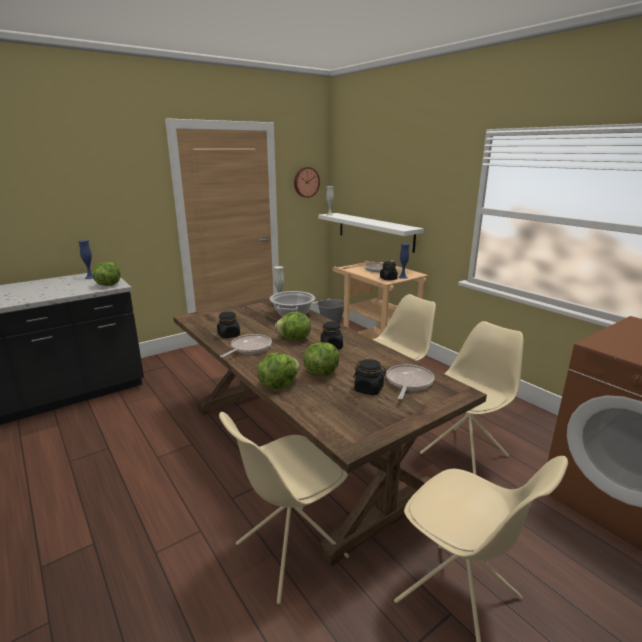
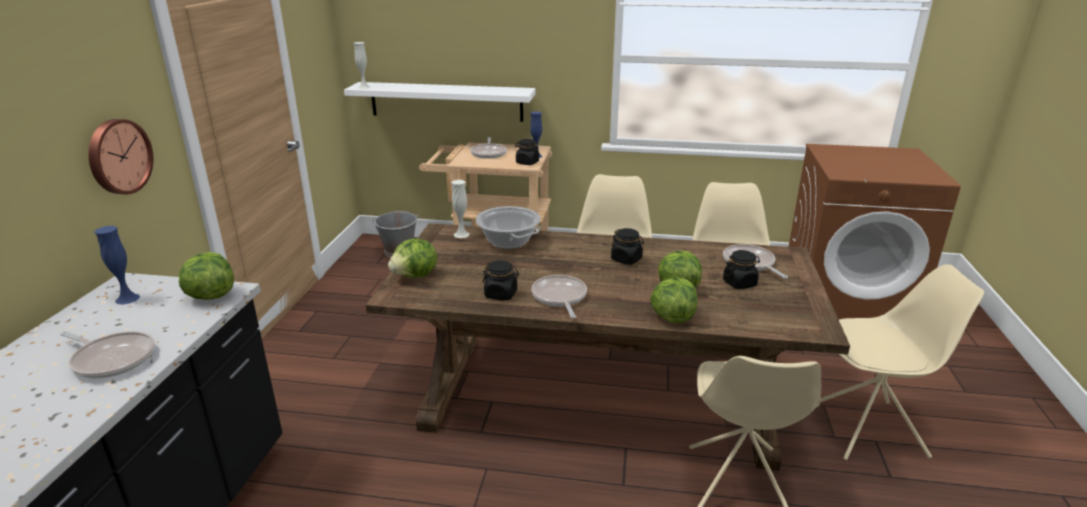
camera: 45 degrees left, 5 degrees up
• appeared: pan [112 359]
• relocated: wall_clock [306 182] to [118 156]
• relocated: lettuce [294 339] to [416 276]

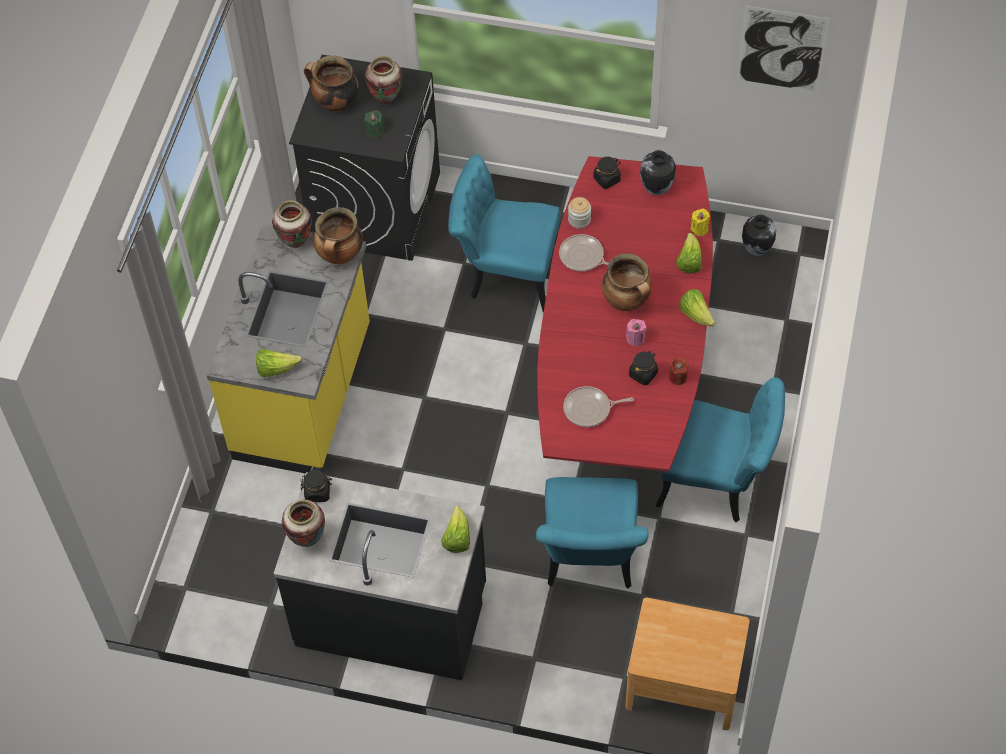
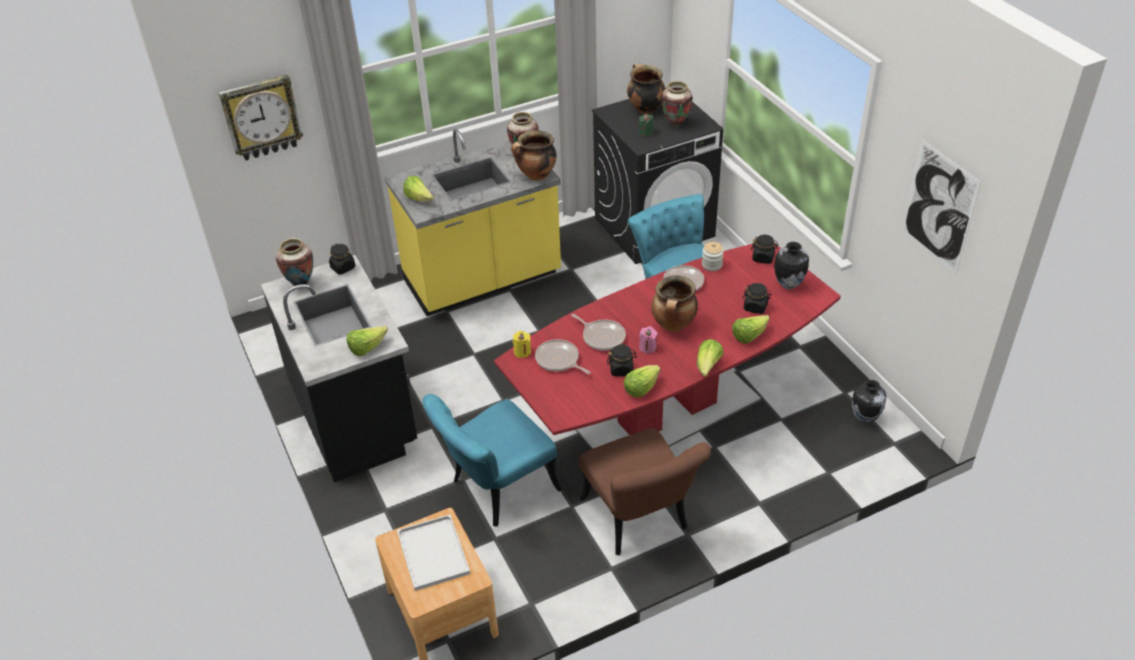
camera: 50 degrees right, 15 degrees down
• appeared: wall_clock [261 117]
• appeared: white-coloured_tray [432 552]
• relocated: yellowish_candle [699 228] to [522 352]
• appeared: pan [602 337]
• colour: turquoise-coloured_chair [718 482] to brownish_chair [639 521]
• exchanged: red_candle [678 377] to lettuce [641 389]
• appeared: black-coloured_preserve_jar [755 307]

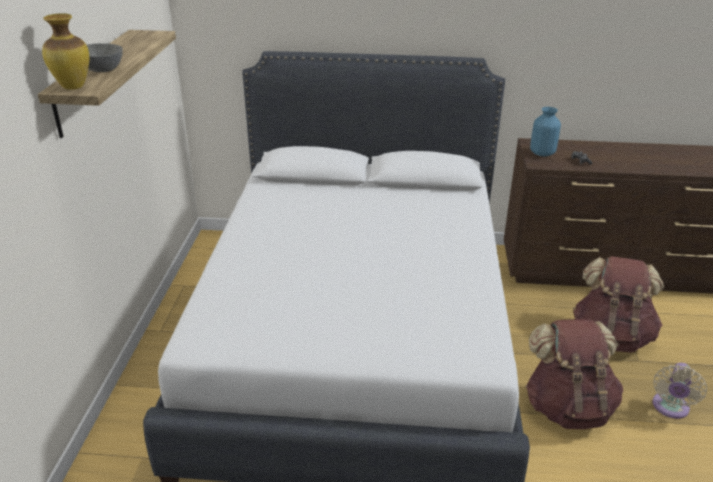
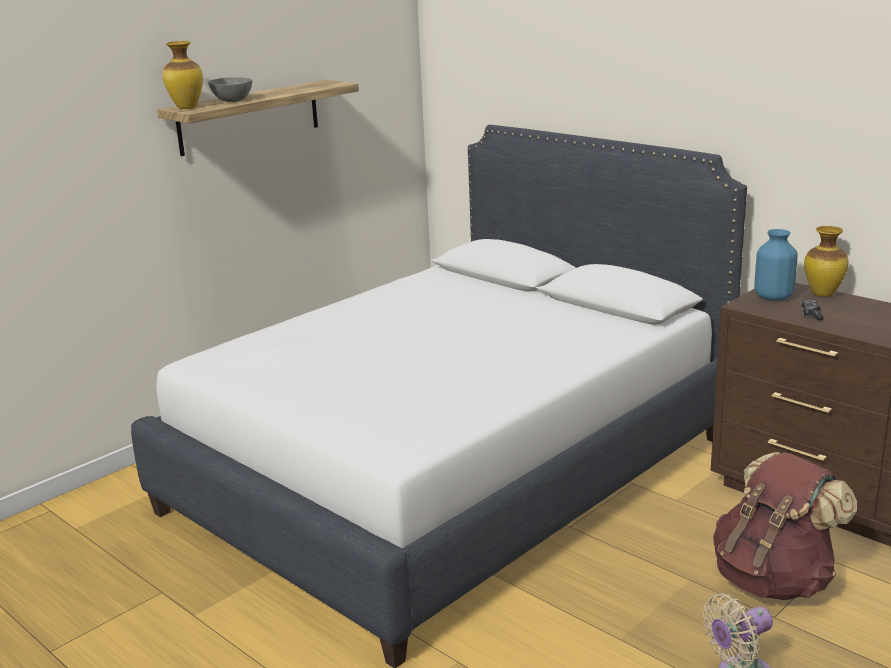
camera: 40 degrees right, 10 degrees down
• appeared: flower_vase [823 294]
• missing: brownish_rucksack [567 407]

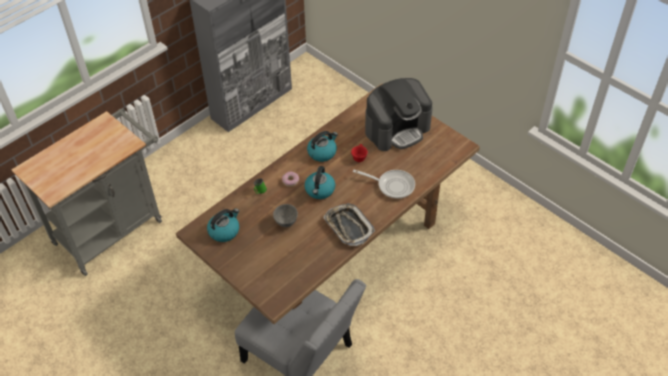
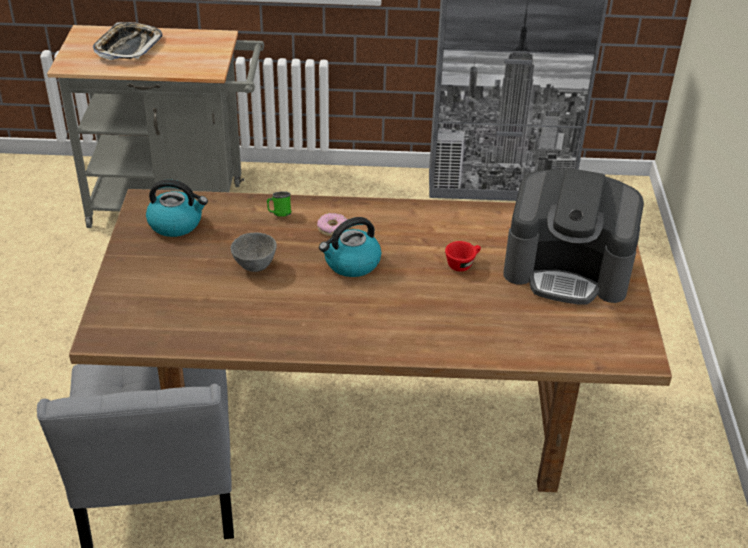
camera: 45 degrees right, 10 degrees down
• relocated: tray [348 227] to [128 46]
• missing: water_kettle [322 152]
• missing: pan [392 185]

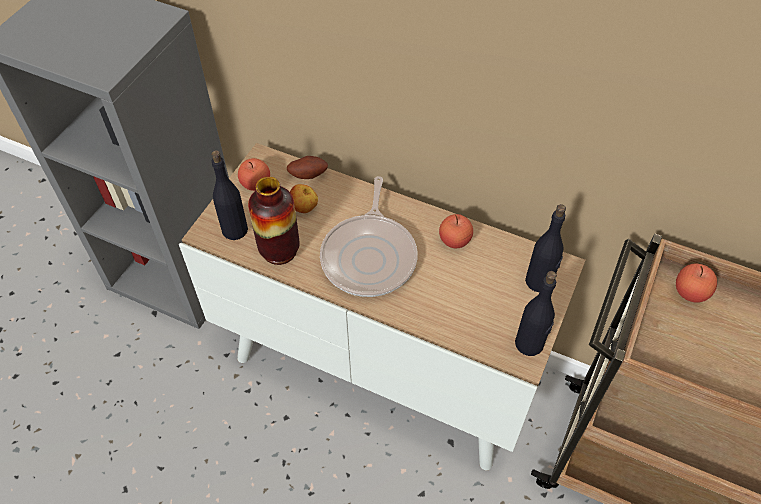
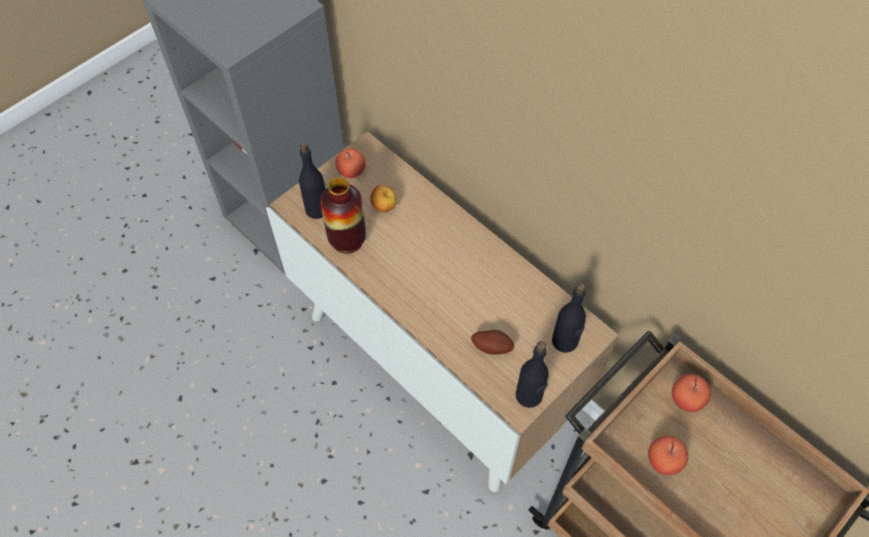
camera: 20 degrees right, 5 degrees up
• relocated: spud [308 174] to [492 346]
• relocated: whole_apple [454 240] to [664 460]
• missing: pan [370 256]

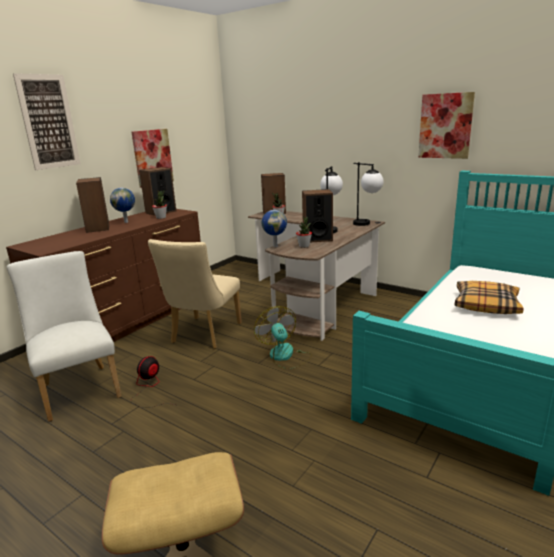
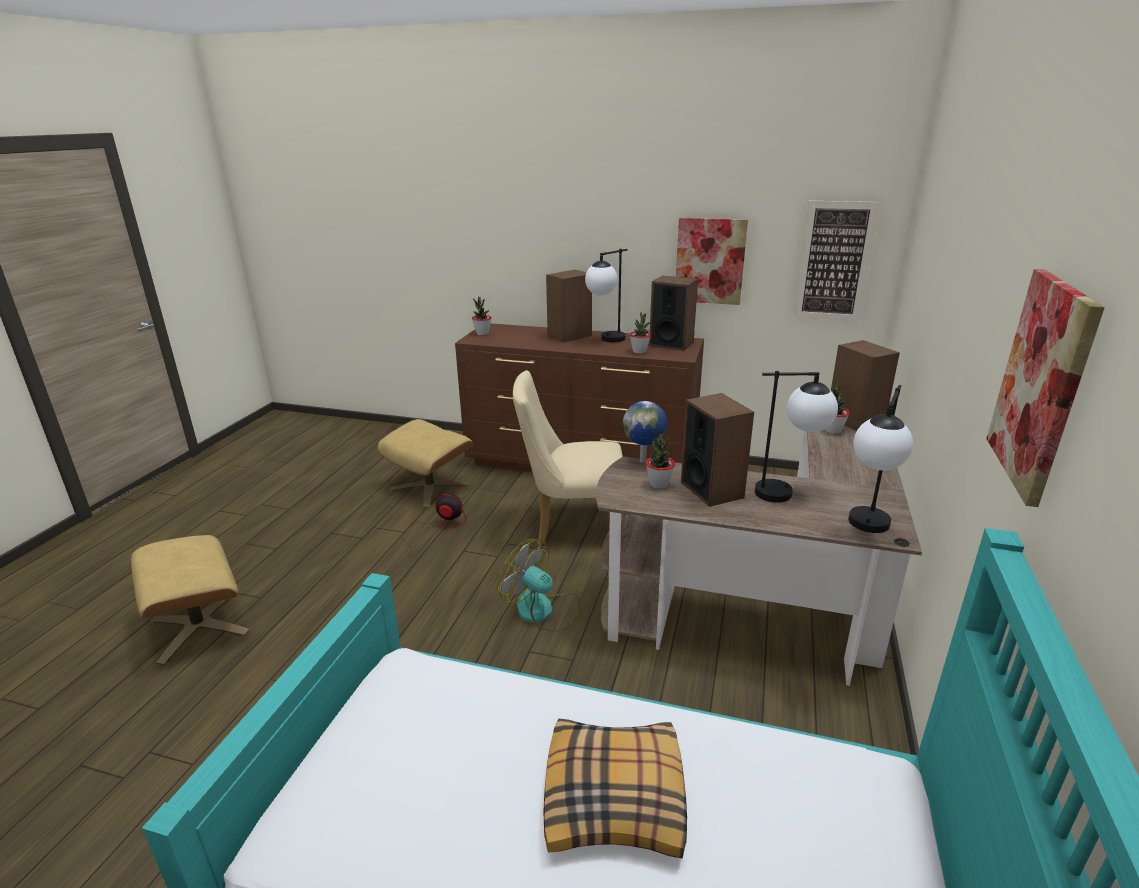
camera: 70 degrees right, 5 degrees up
• exchanged: white-coloured_chair [79 388] to beige-coloured_ottoman [430 487]
• appeared: potted_plant [482 333]
• spun: cooling_fan [285 356] = [543 611] 105 degrees counterclockwise
• exchanged: globe [126 222] to tabletop_lamp [606 340]
• relocated: wall_art [48 122] to [834 262]

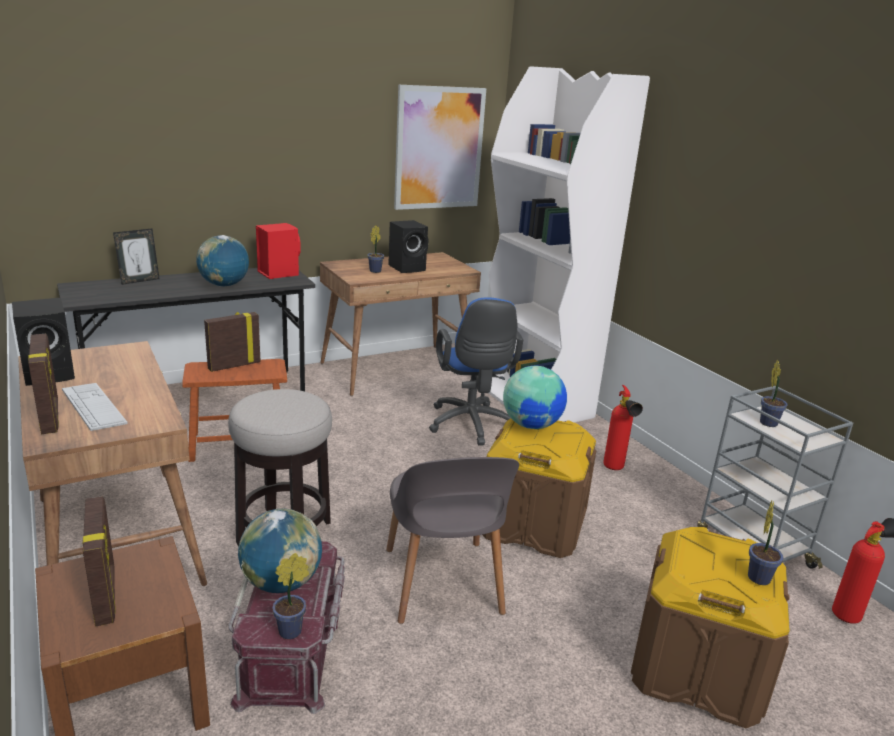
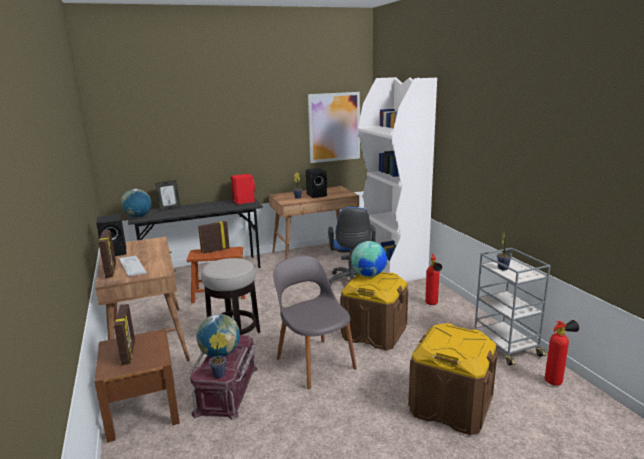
camera: 10 degrees right, 5 degrees down
• relocated: globe [224 285] to [138 217]
• spun: gray_chair [442 583] = [315 362] 150 degrees clockwise
• missing: potted_plant [759 576]

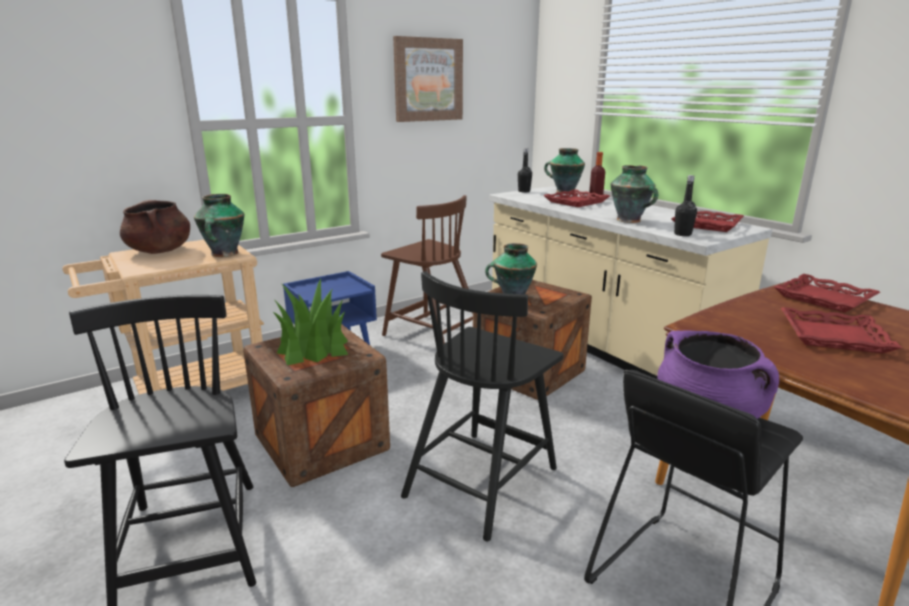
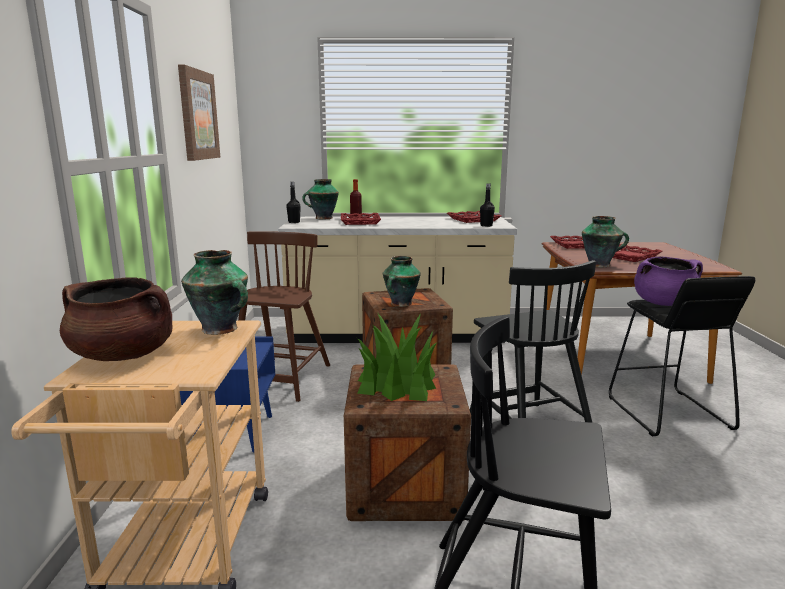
camera: 55 degrees left, 5 degrees down
• spun: brownish_chair [432 335] = [282 380] 60 degrees counterclockwise
• relocated: flower_vase [630 220] to [600 265]

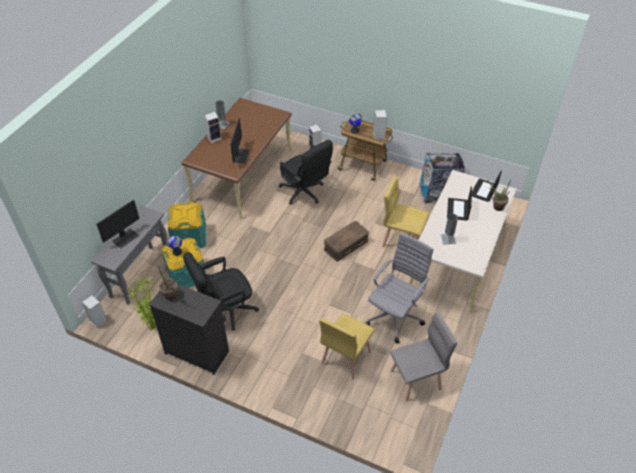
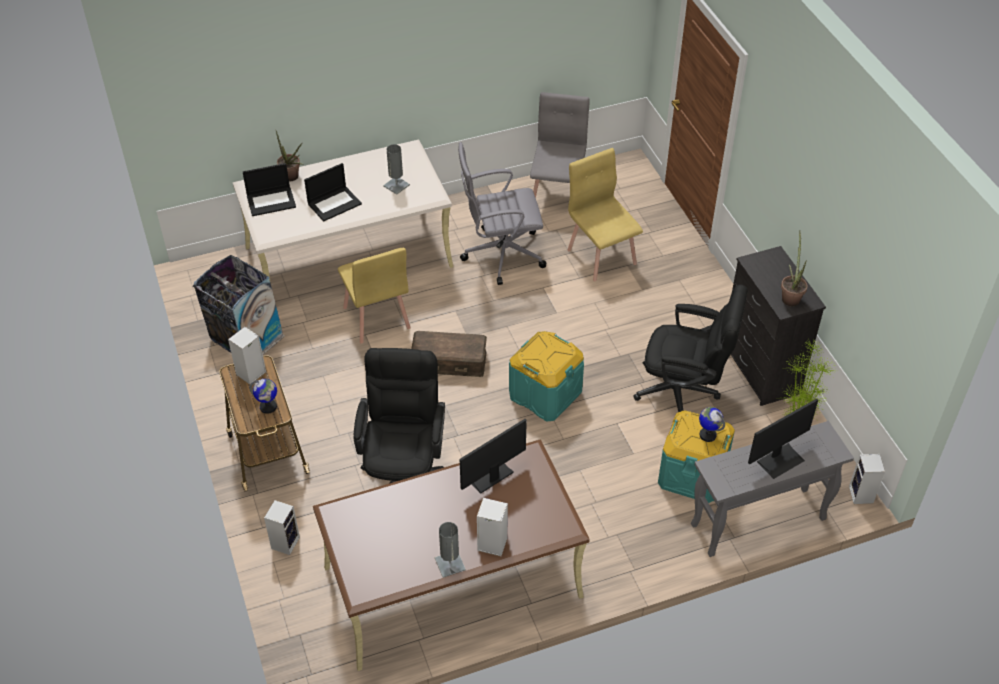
camera: 135 degrees left, 0 degrees up
• relocated: turquoise-coloured_storage_box [189 237] to [545 394]
• spun: gray_chair [416 380] = [557 196] 75 degrees clockwise
• spun: yellowish_chair [345 357] = [602 256] 105 degrees counterclockwise
• spun: monitor [125 238] = [780 460] 150 degrees clockwise

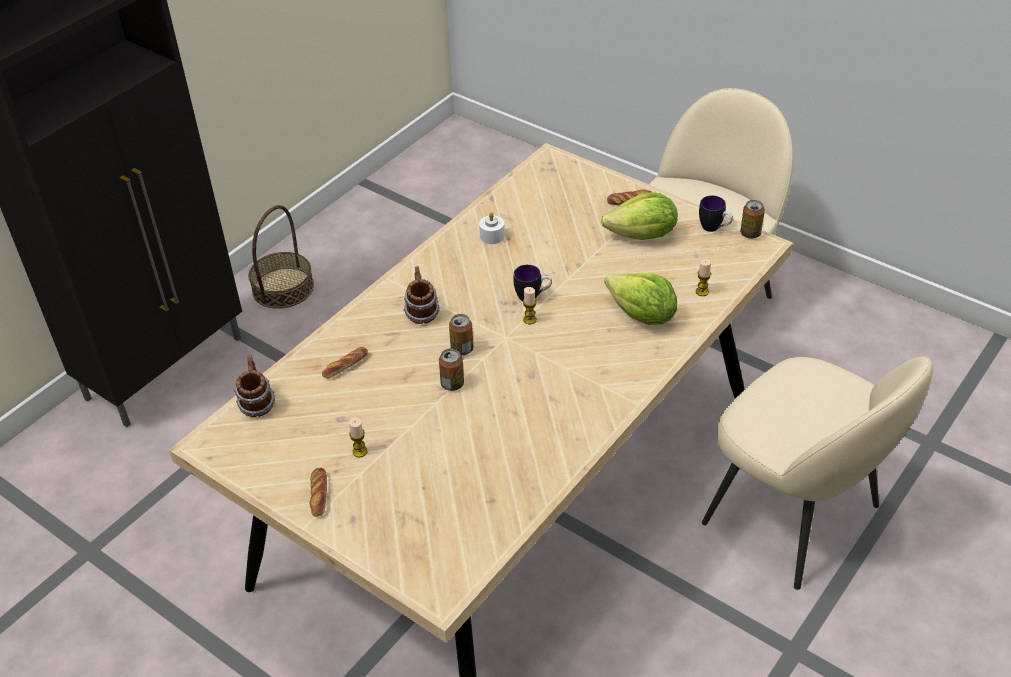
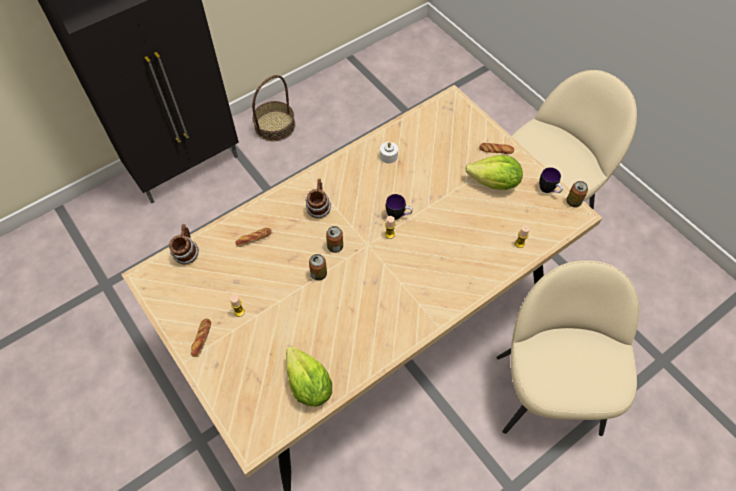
camera: 15 degrees right, 15 degrees up
• relocated: lettuce [641 316] to [309 385]
• spun: beige-coloured_chair [795 517] = [548 390] 150 degrees counterclockwise

